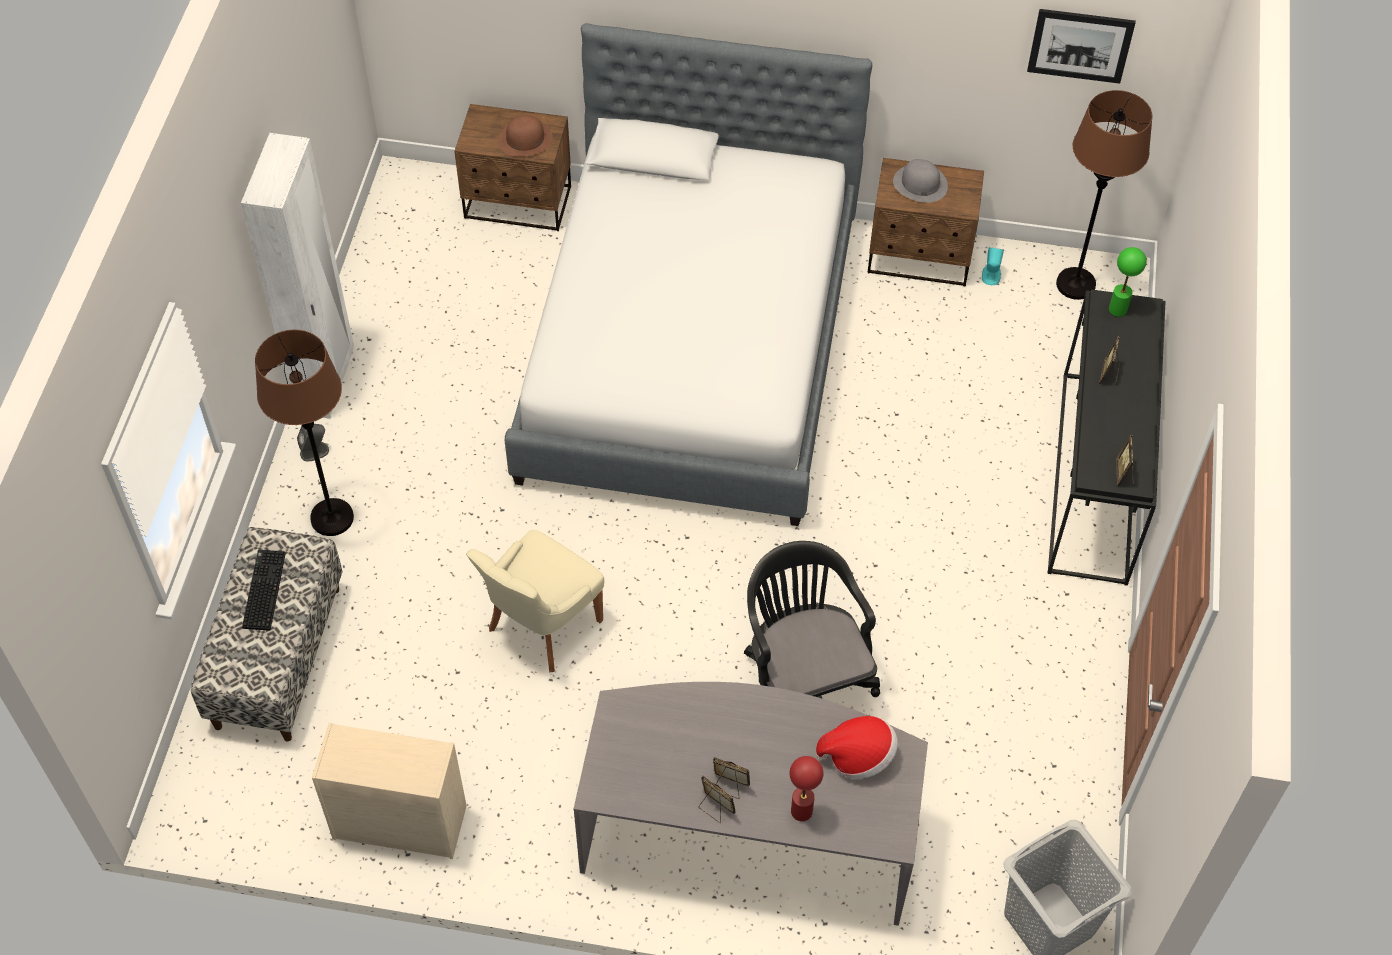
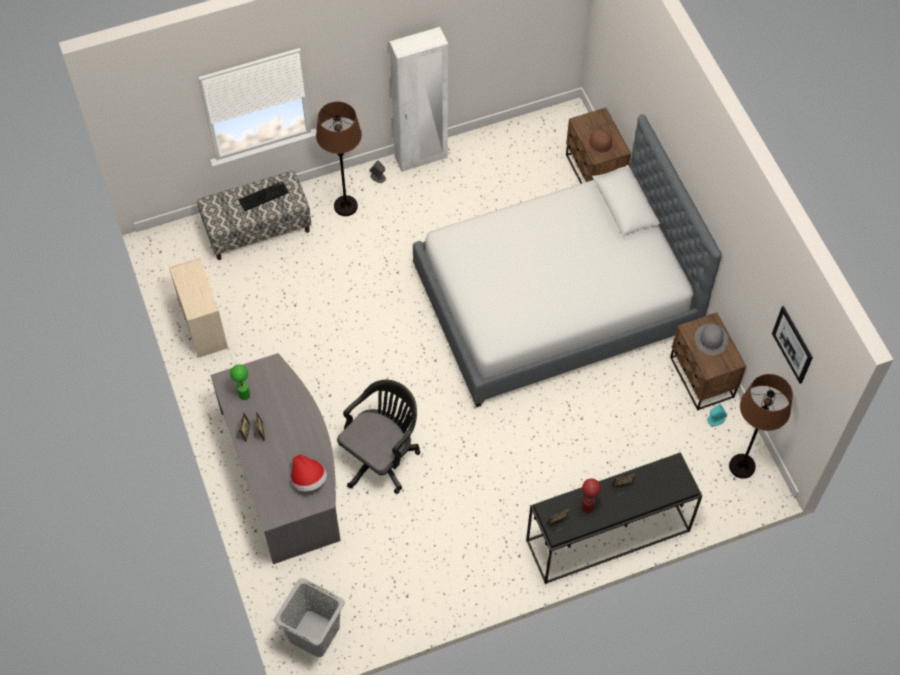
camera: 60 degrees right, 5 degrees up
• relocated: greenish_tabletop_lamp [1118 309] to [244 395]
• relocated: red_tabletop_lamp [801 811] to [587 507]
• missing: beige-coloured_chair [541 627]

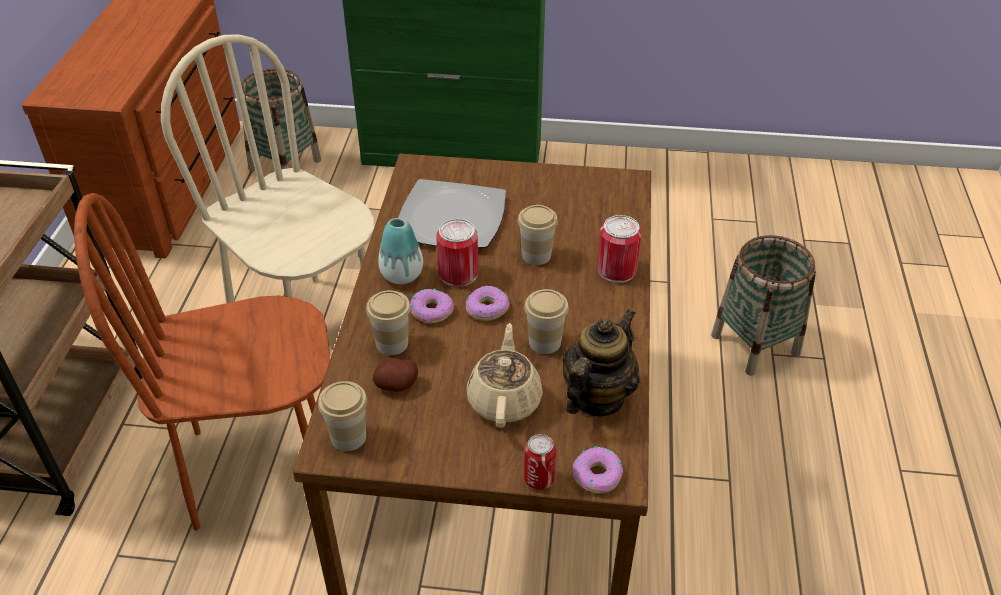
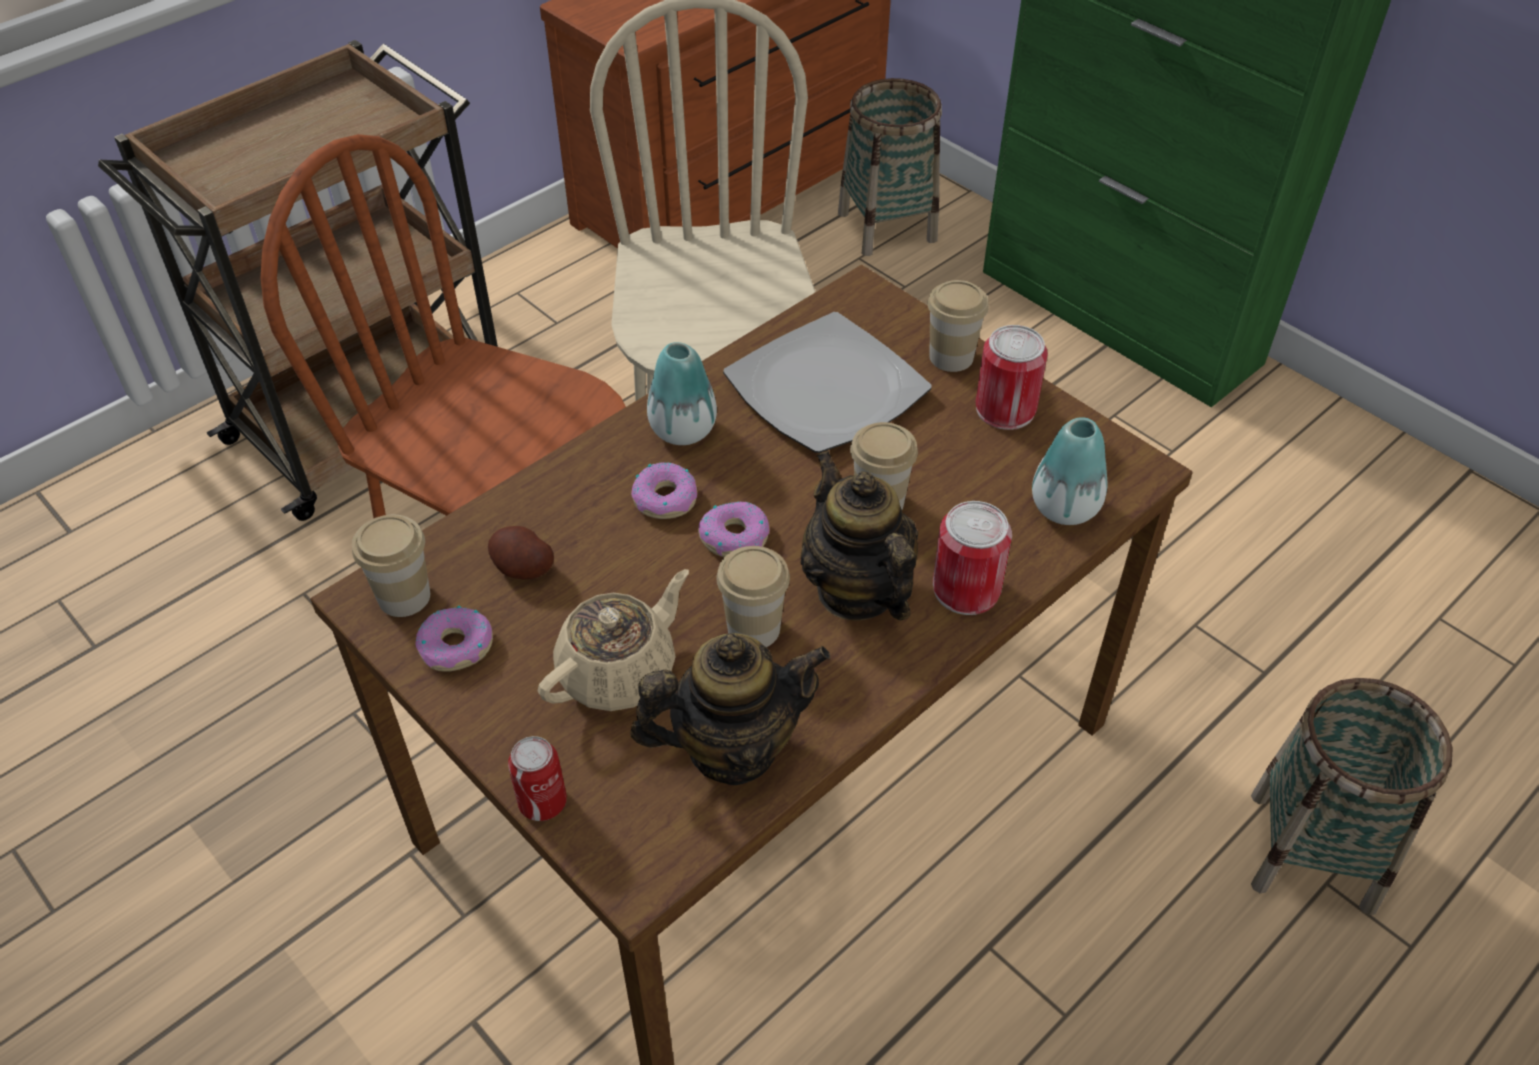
camera: 40 degrees right, 5 degrees up
• relocated: donut [597 475] to [456 646]
• appeared: pot_for_tea [856 590]
• relocated: drinking_cup [392 343] to [951 357]
• relocated: metal_can [458 274] to [1005 409]
• appeared: flower_vase [1064 508]

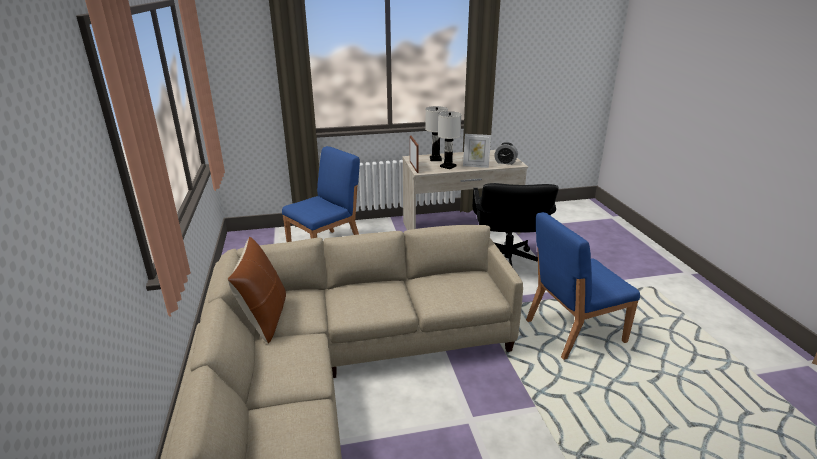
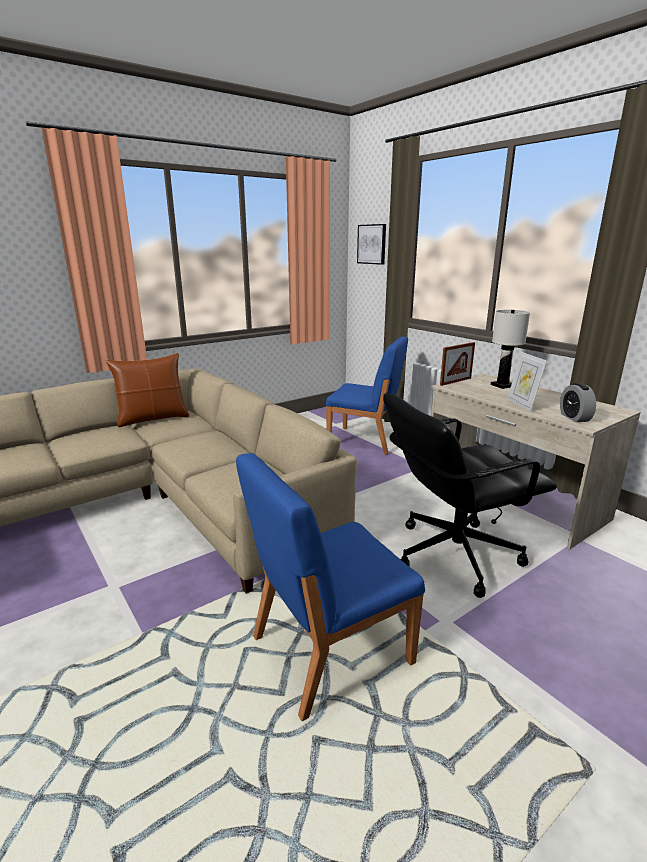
camera: 65 degrees right, 5 degrees down
• spun: bluish_chair [573 331] = [329 650] 75 degrees counterclockwise
• appeared: wall_art [372 244]
• missing: white-coloured_tabletop_lamp [448 166]

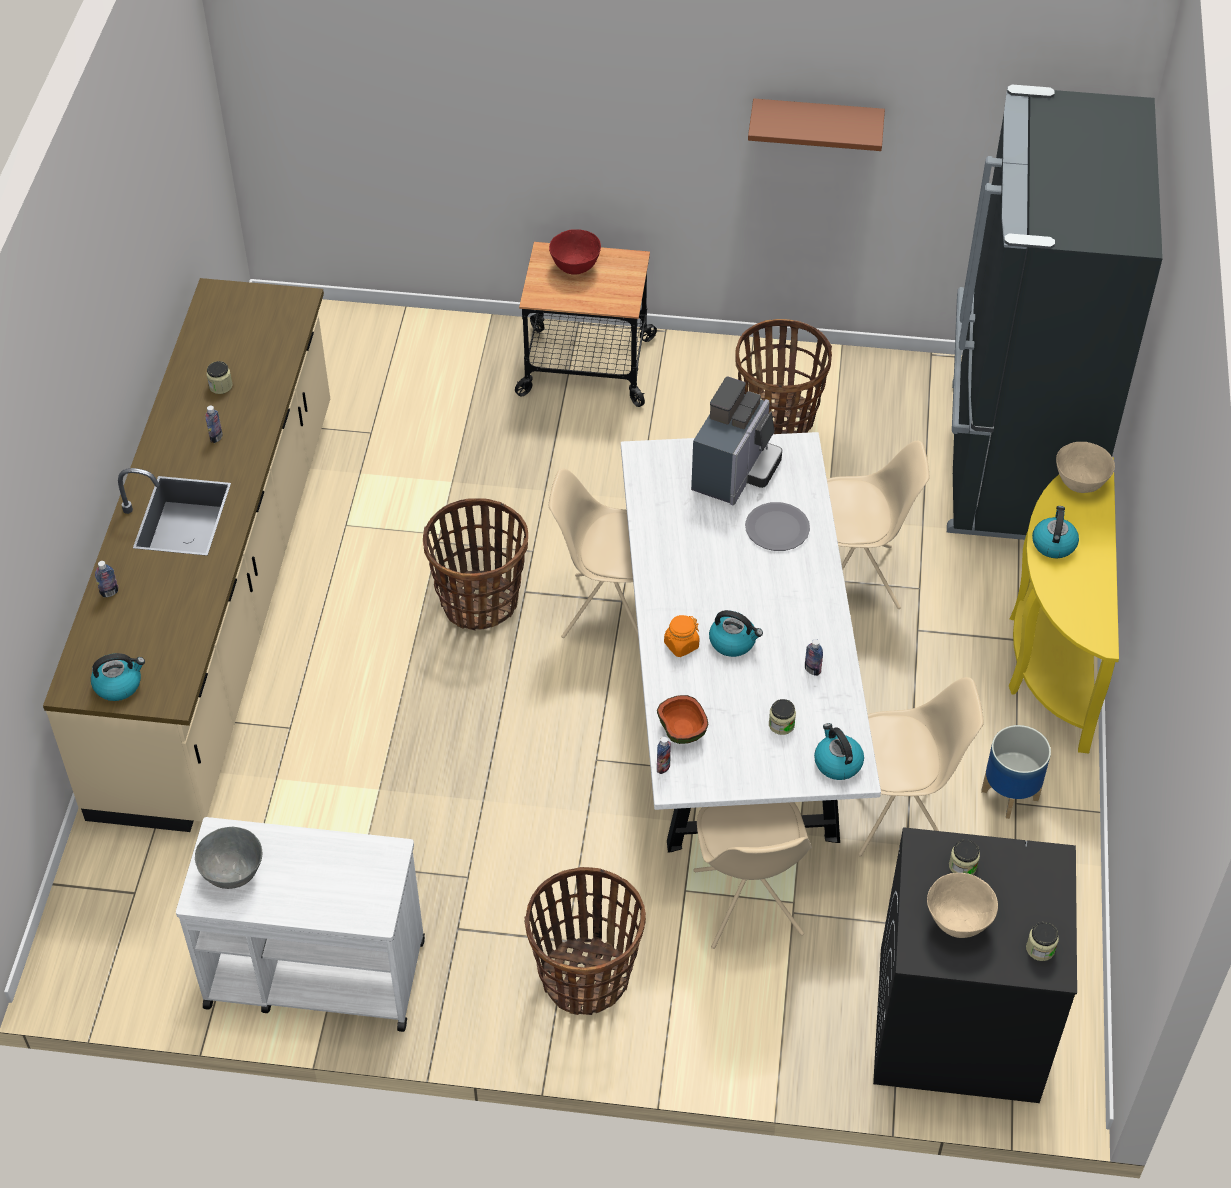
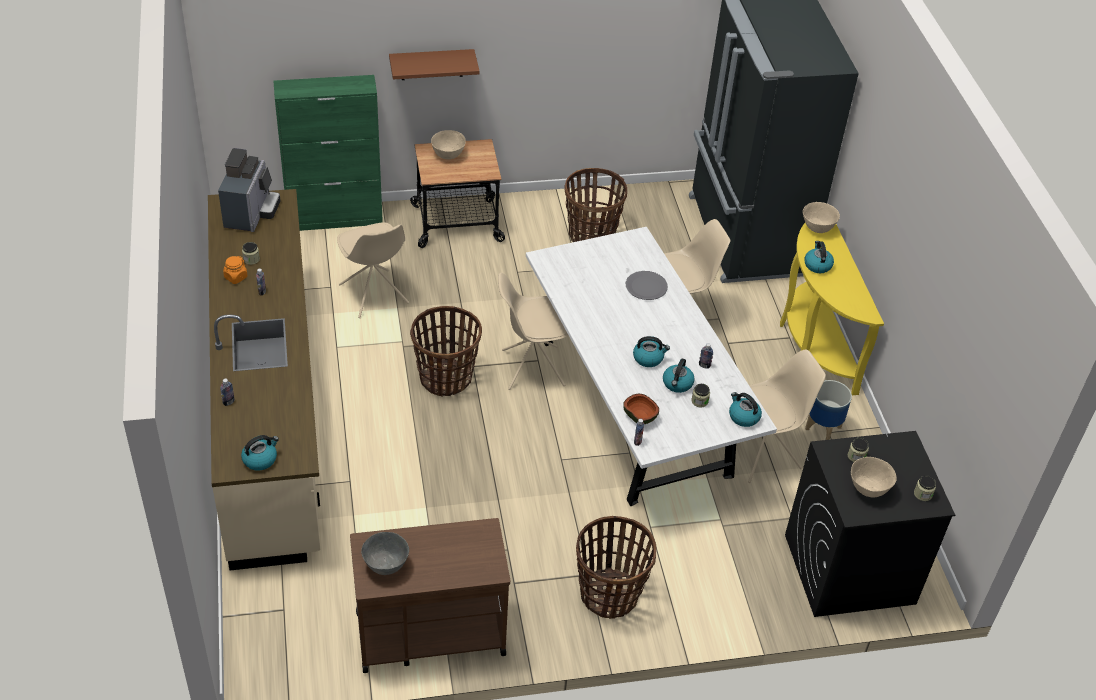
camera: 20 degrees left, 5 degrees down
• relocated: coffee_brewer [735 472] to [251 213]
• relocated: orangey_preserve_jar [681 645] to [235 277]
• appeared: greenish_cabinet [335 218]
• relocated: beige-coloured_chair [748 905] to [374 295]
• colour: white-coloured_trolley [314 972] to brownish_trolley [429 632]
• relocated: brownish_bracket_shelf [817 123] to [431 64]
• colour: red_serving_bowl [575 267] to beige-coloured_serving_bowl [448 155]
• appeared: water_kettle [677 384]

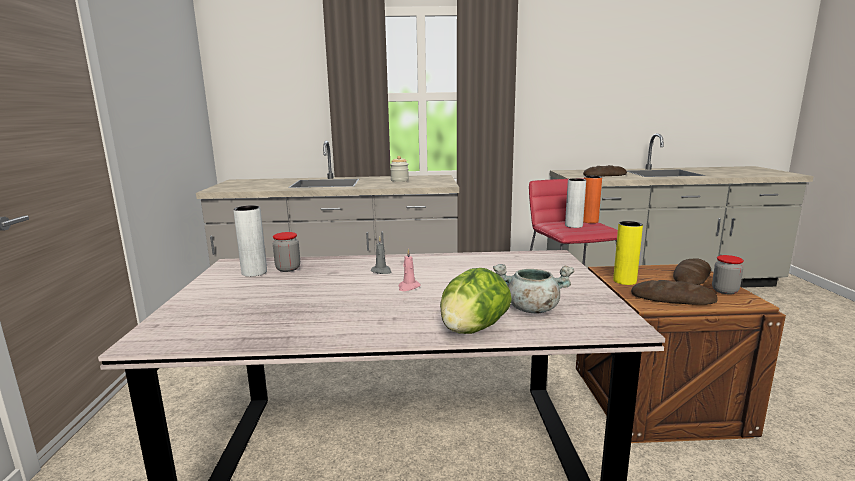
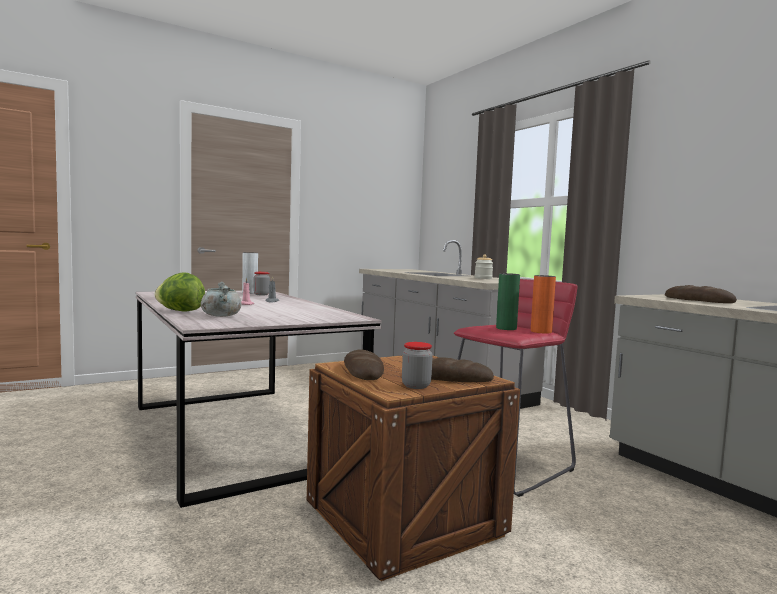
camera: 60 degrees right, 10 degrees down
• colour: gray_flower_vase [573 226] to greenish_flower_vase [506 328]
• missing: yellowish_flower_vase [624 281]

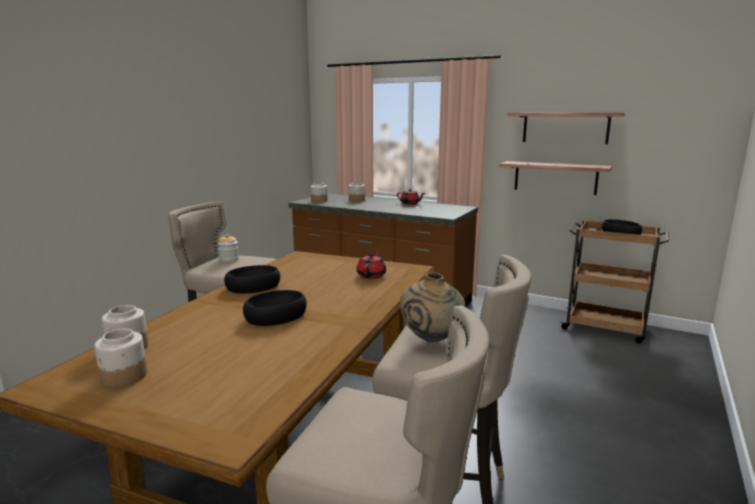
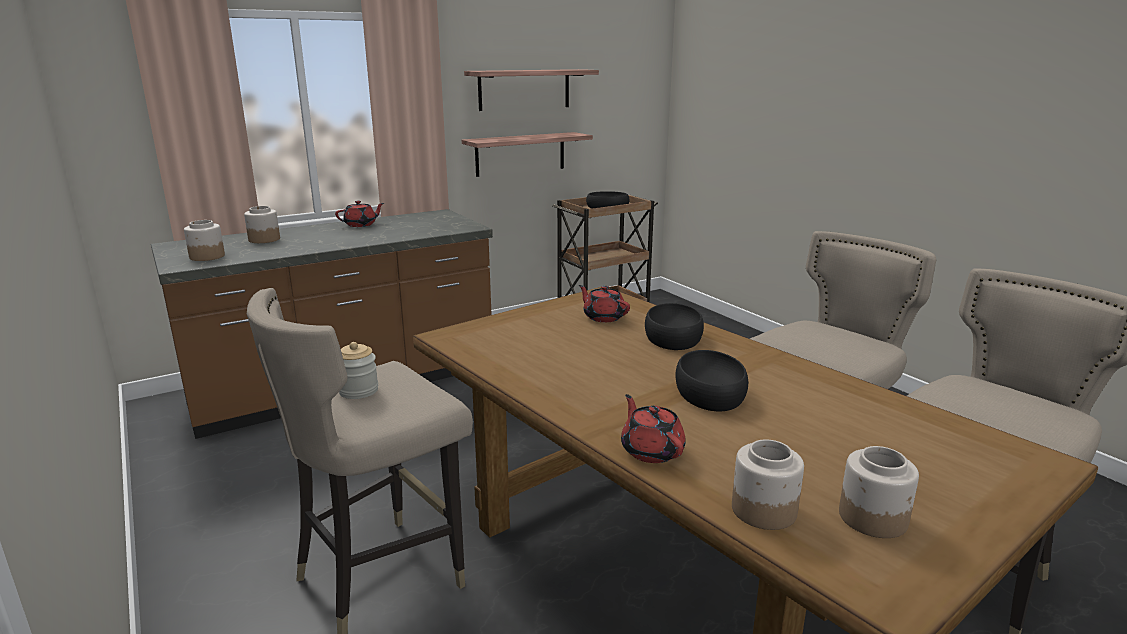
camera: 60 degrees left, 5 degrees up
• appeared: red_pot_for_tea [651 450]
• relocated: black-coloured_serving_bowl [253 287] to [674 337]
• missing: beige-coloured_flower_vase [431 340]

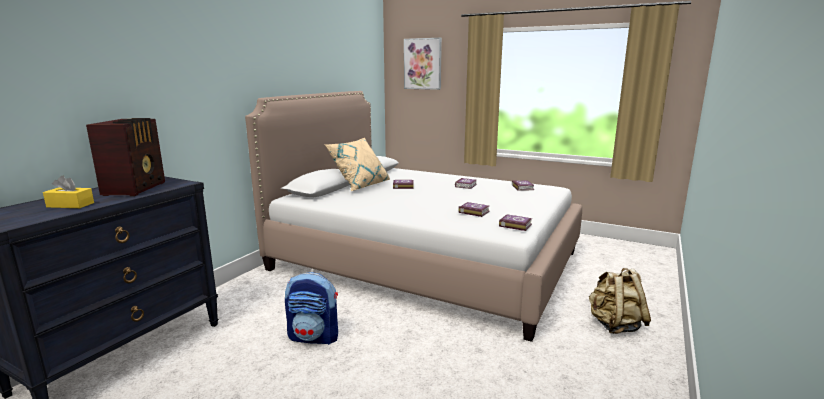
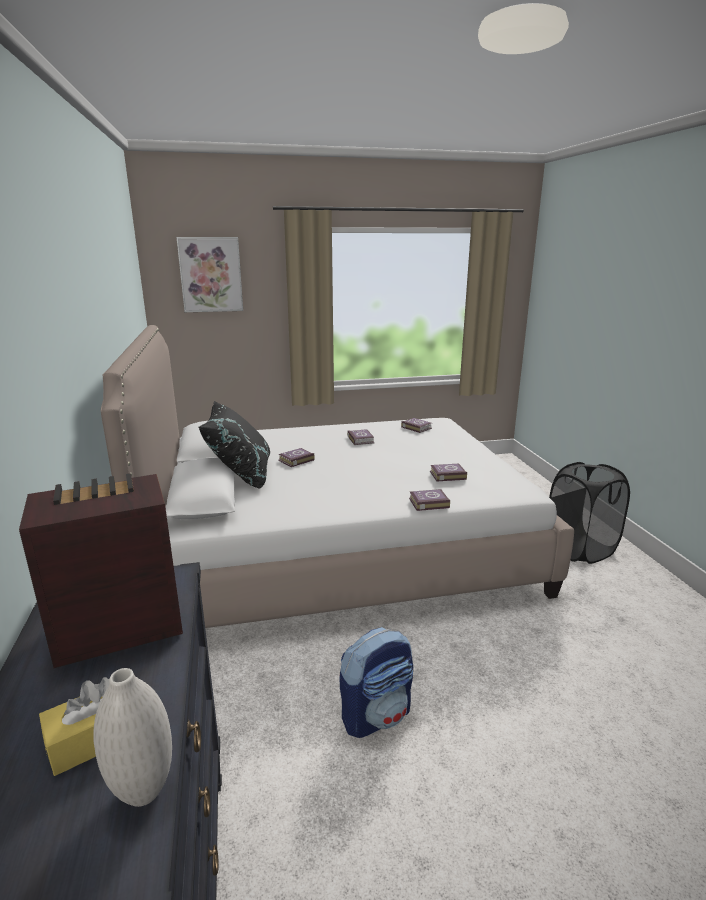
camera: 40 degrees left, 5 degrees up
• spun: radio_set [136 188] = [116 628] 75 degrees counterclockwise
• appeared: white-coloured_flower_vase [143 791]
• colour: beige-coloured_cushion [360 186] to black-coloured_cushion [240 475]
• relocated: book [514 225] to [427 503]
• exchanged: beige-coloured_rucksack [615 325] to black-coloured_hamper [579 549]

